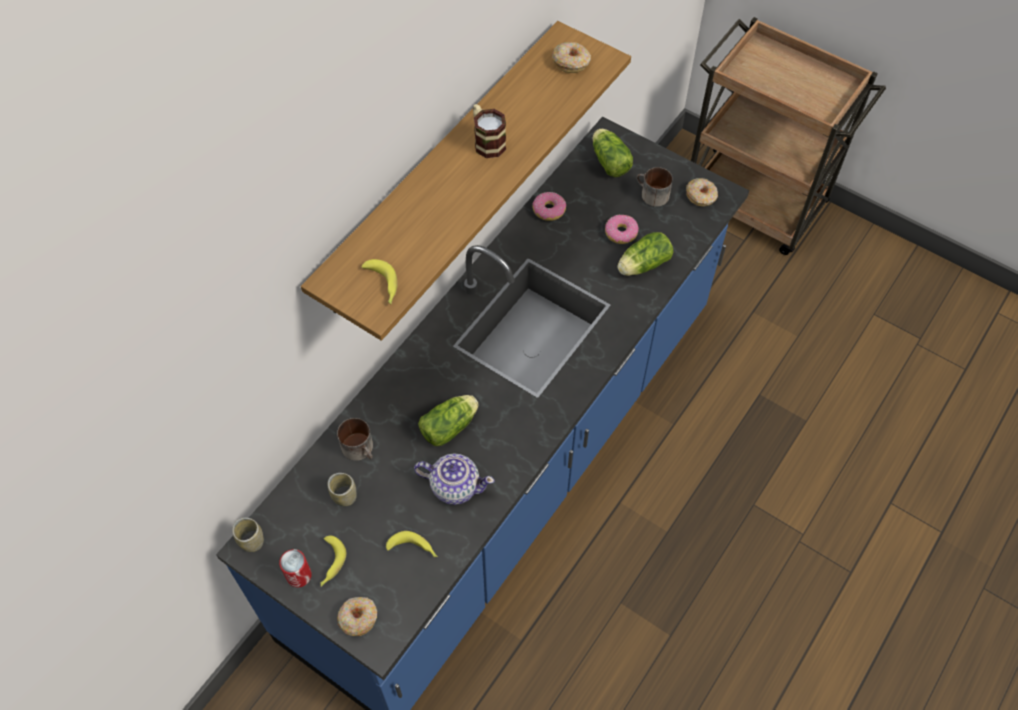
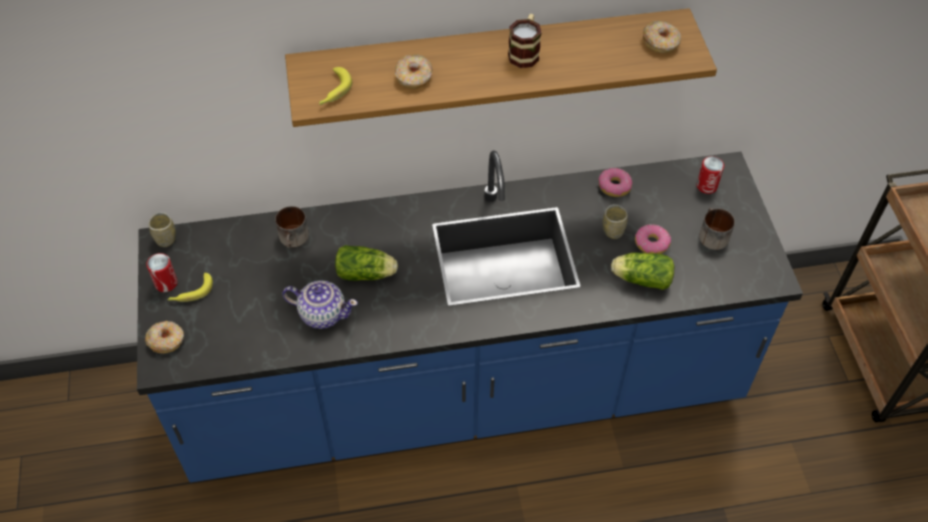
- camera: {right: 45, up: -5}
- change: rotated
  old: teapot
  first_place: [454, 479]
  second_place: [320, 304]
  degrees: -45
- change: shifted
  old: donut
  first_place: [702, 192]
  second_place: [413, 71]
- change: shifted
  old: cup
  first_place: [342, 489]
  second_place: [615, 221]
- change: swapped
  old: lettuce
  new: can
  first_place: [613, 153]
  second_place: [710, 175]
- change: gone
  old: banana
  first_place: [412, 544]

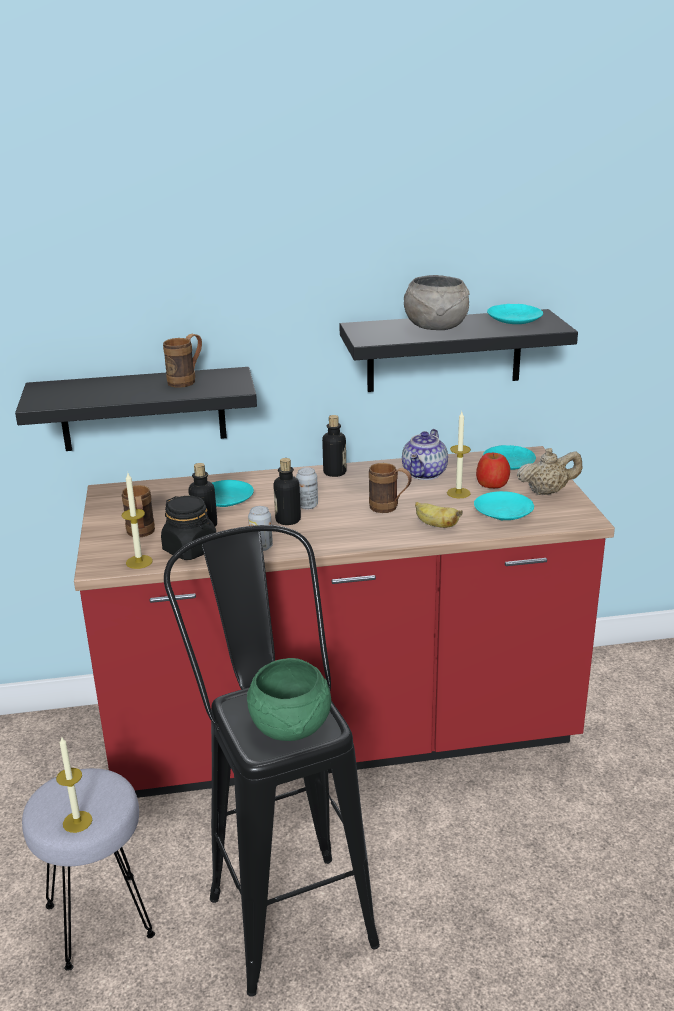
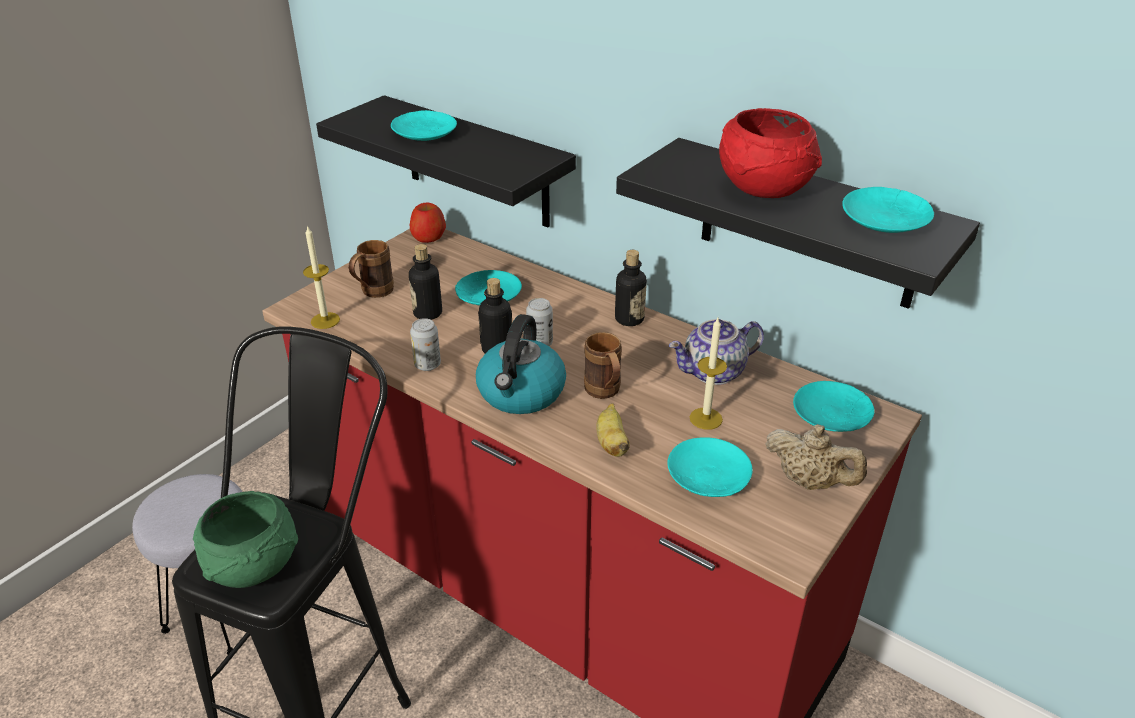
- camera: {right: 45, up: 10}
- change: new
  new: turquoise plate
  second_place: [424, 125]
- change: shifted
  old: apple
  first_place: [493, 470]
  second_place: [428, 222]
- change: new
  new: kettle
  second_place: [521, 364]
- change: repainted
  old: grey bowl
  new: red bowl
  first_place: [436, 302]
  second_place: [770, 153]
- change: gone
  old: candle
  first_place: [74, 785]
- change: gone
  old: black jar
  first_place: [188, 528]
- change: gone
  old: brown mug
  first_place: [182, 361]

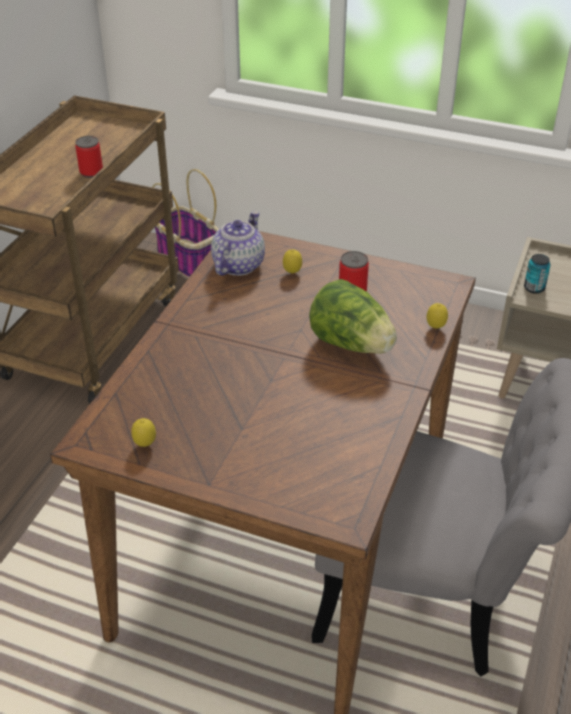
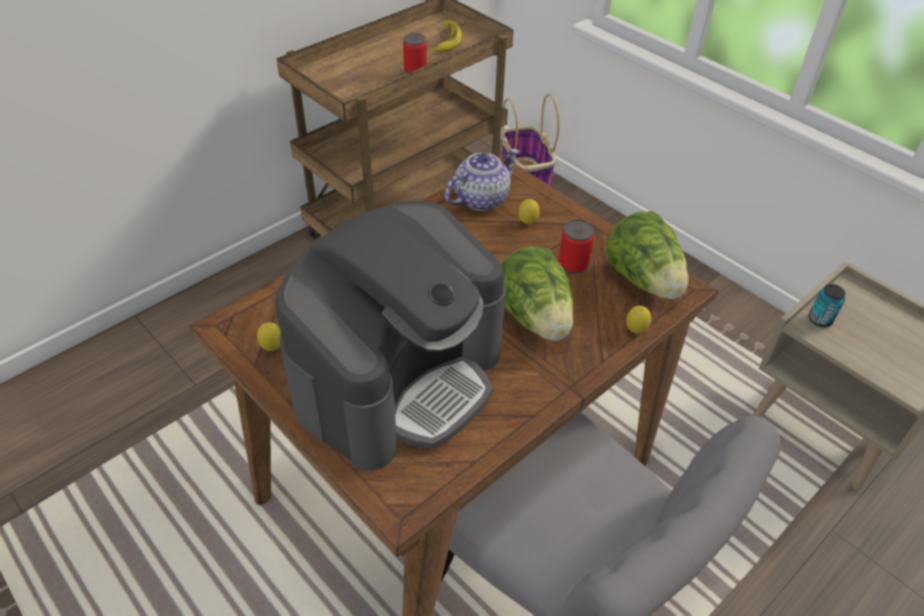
- camera: {right: 25, up: 5}
- change: new
  new: coffee machine
  second_place: [390, 336]
- change: new
  new: banana
  second_place: [446, 36]
- change: new
  new: lettuce
  second_place: [647, 255]

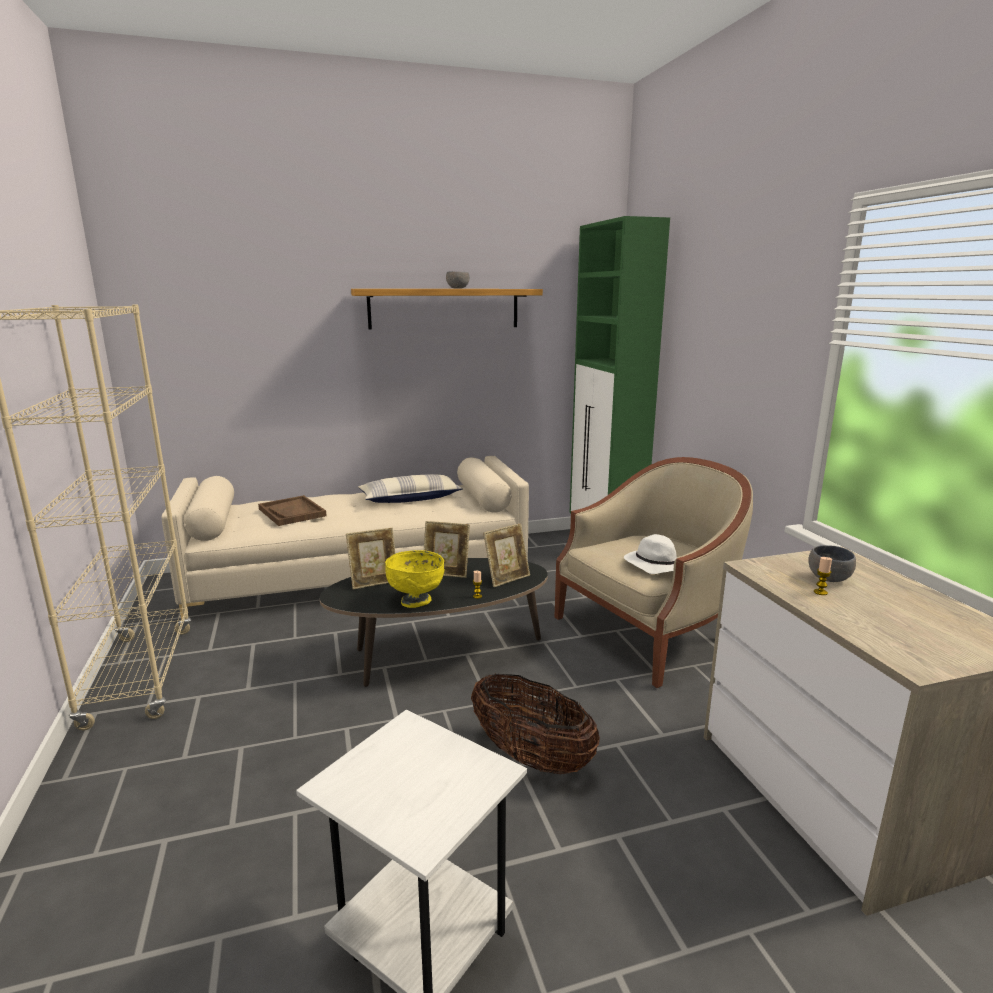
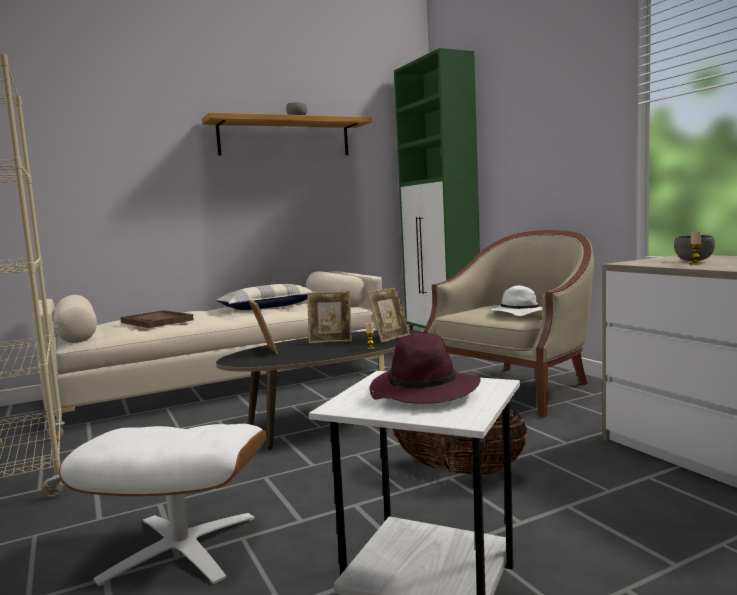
- camera: {right: -10, up: -10}
- change: new
  new: white ottoman
  second_place: [162, 505]
- change: rotated
  old: picture frame
  first_place: [371, 558]
  second_place: [264, 327]
  degrees: -75
- change: new
  new: purple hat
  second_place: [425, 368]
- change: gone
  old: yellow bowl
  first_place: [415, 579]

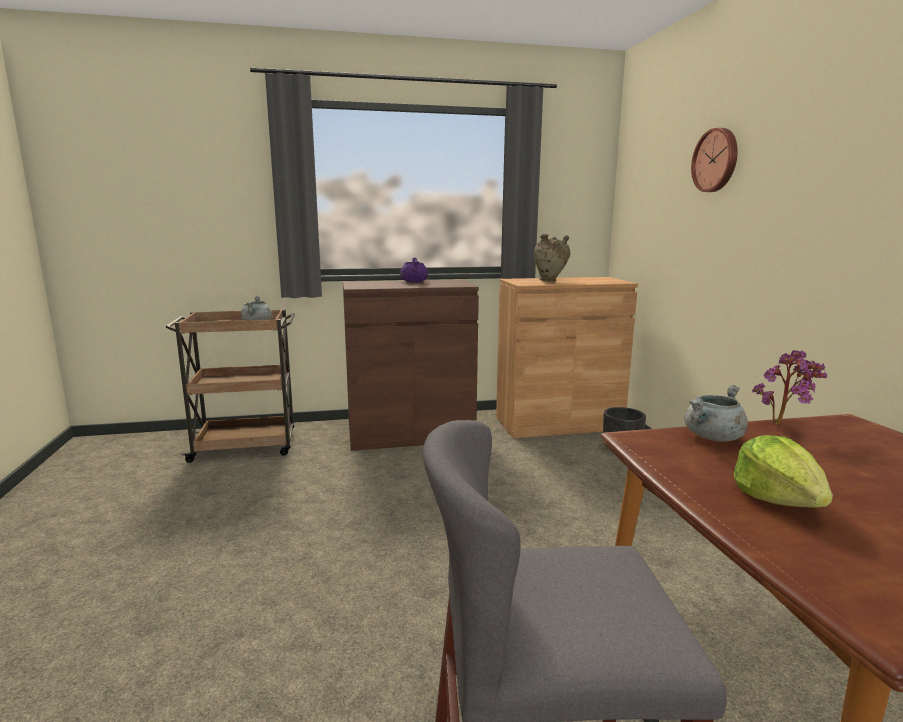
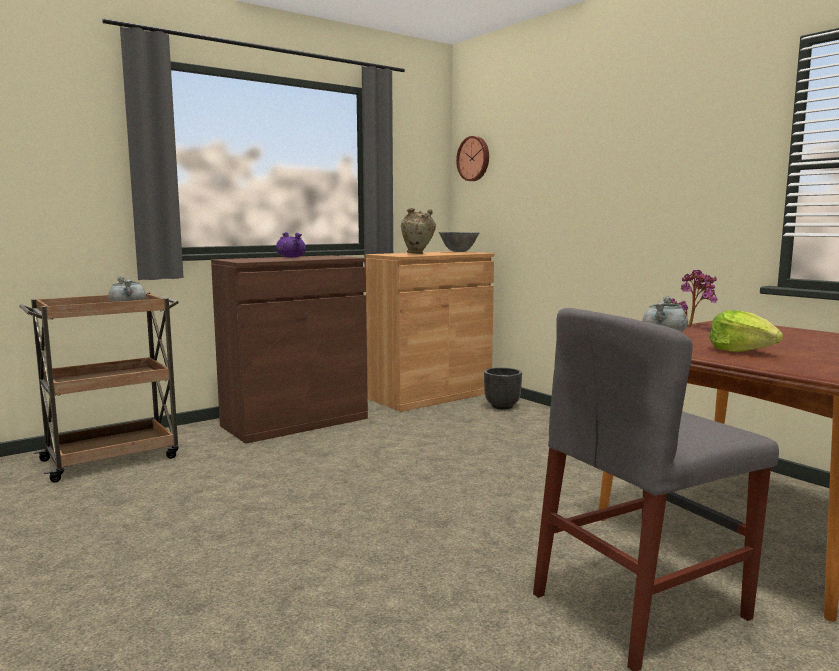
- camera: {right: -25, up: -5}
- change: new
  new: grey bowl
  second_place: [459, 242]
- change: shifted
  old: wall clock
  first_place: [714, 160]
  second_place: [472, 158]

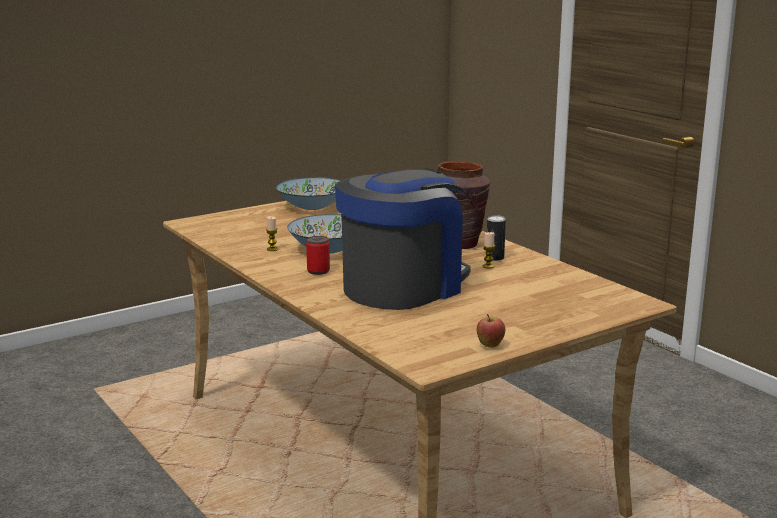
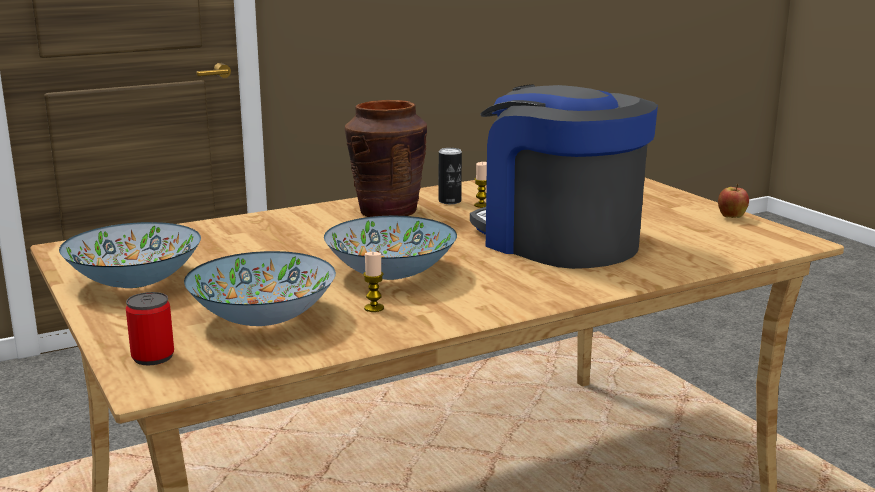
- camera: {right: -85, up: 0}
- change: shifted
  old: can
  first_place: [318, 255]
  second_place: [150, 328]
- change: new
  new: bowl
  second_place: [260, 288]

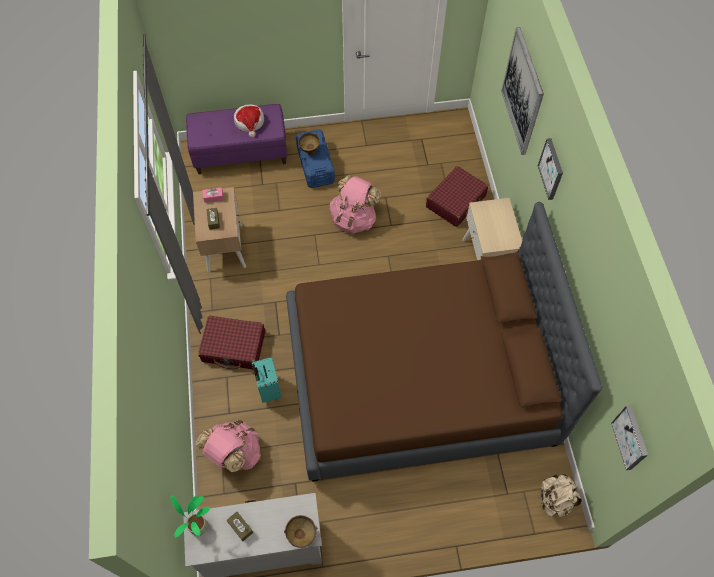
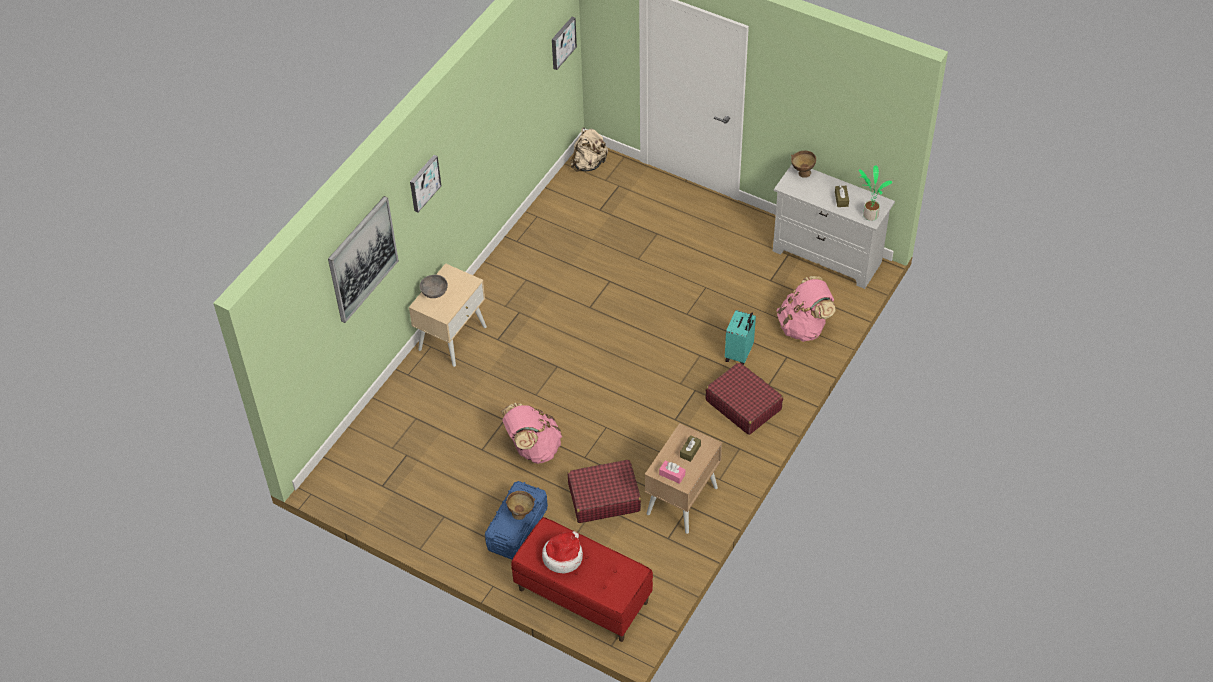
- camera: {right: -140, up: -10}
- change: new
  new: grey bowl
  second_place: [434, 286]
- change: repainted
  old: purple bench
  new: red bench
  first_place: [236, 139]
  second_place: [582, 579]
- change: shifted
  old: red suitcase
  first_place: [457, 196]
  second_place: [604, 491]
- change: gone
  old: brown bed
  first_place: [444, 342]

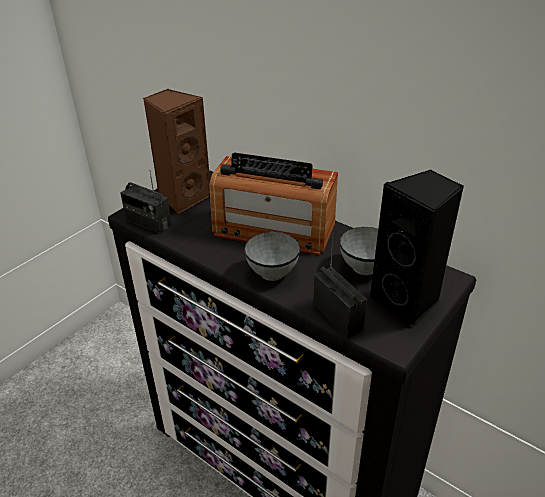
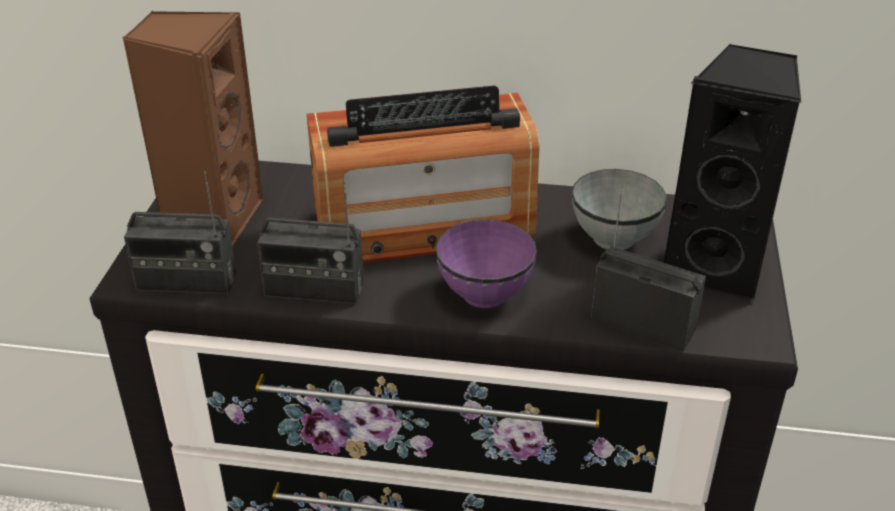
- camera: {right: -30, up: 0}
- change: new
  new: radio
  second_place: [310, 242]
- change: repainted
  old: grey bowl
  new: purple bowl
  first_place: [272, 256]
  second_place: [486, 263]

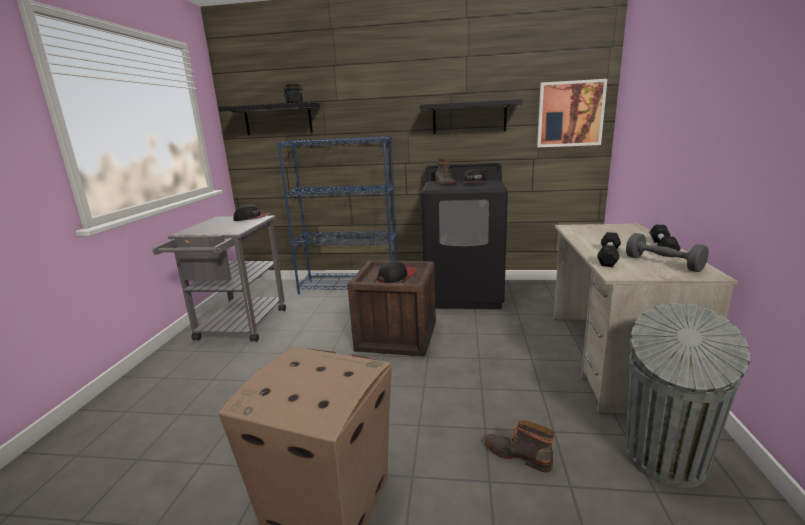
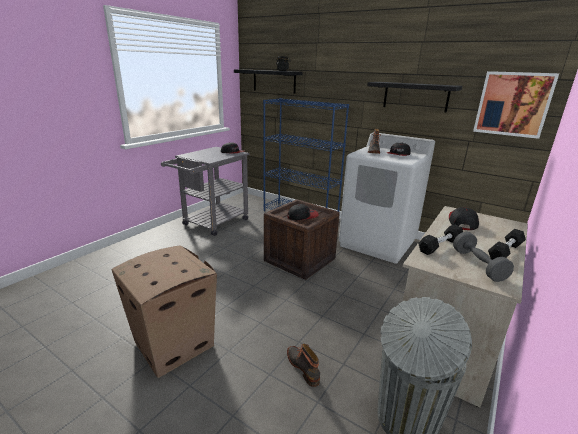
- camera: {right: 25, up: 5}
- change: repainted
  old: black washing machine
  new: white washing machine
  first_place: [464, 236]
  second_place: [387, 198]
- change: new
  new: cap
  second_place: [464, 218]

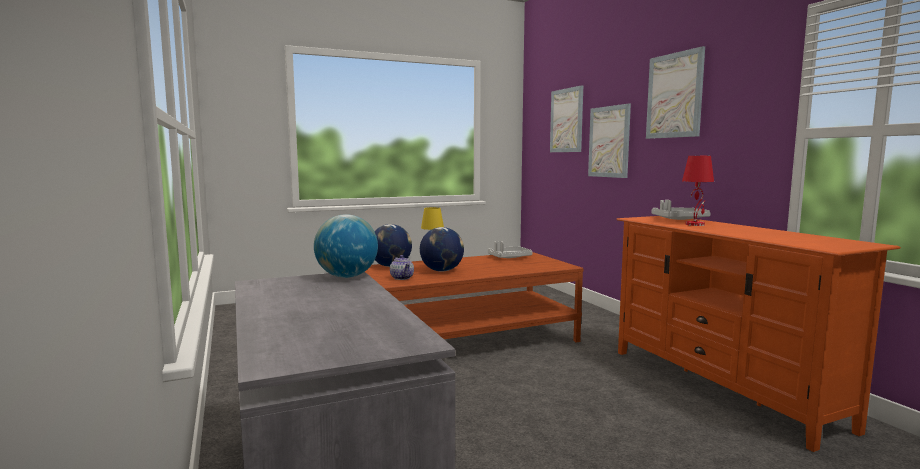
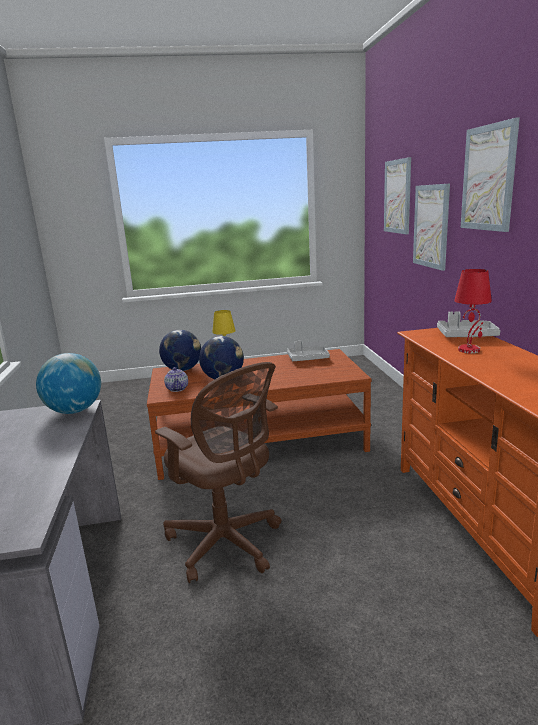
- camera: {right: 15, up: 10}
- change: new
  new: brown office chair
  second_place: [218, 472]

